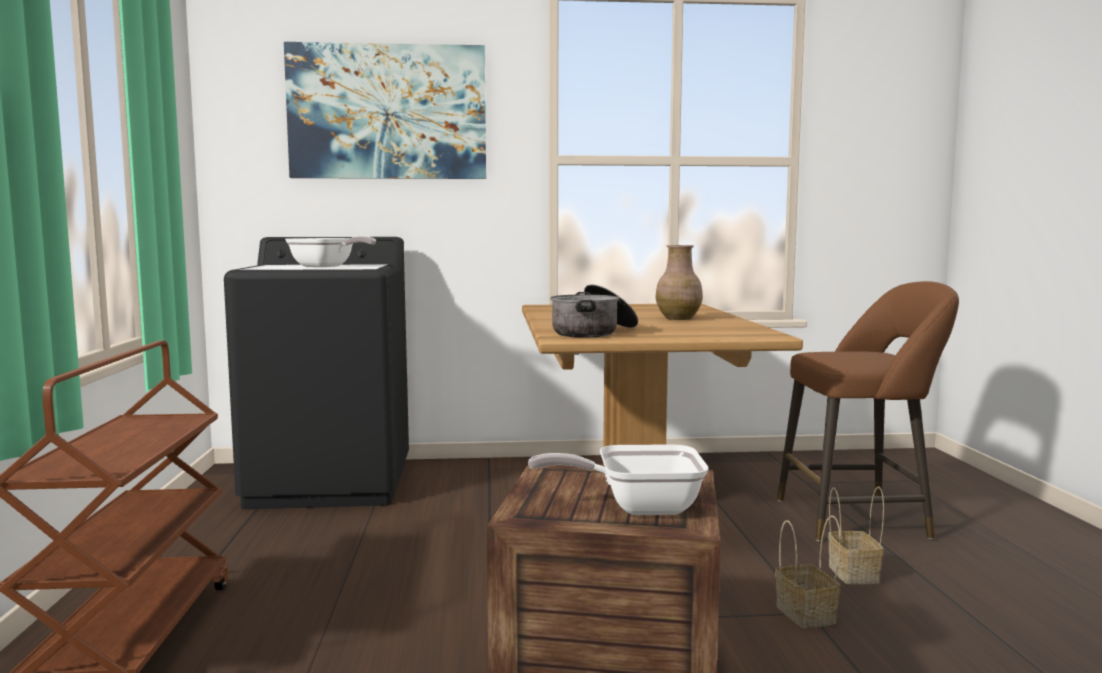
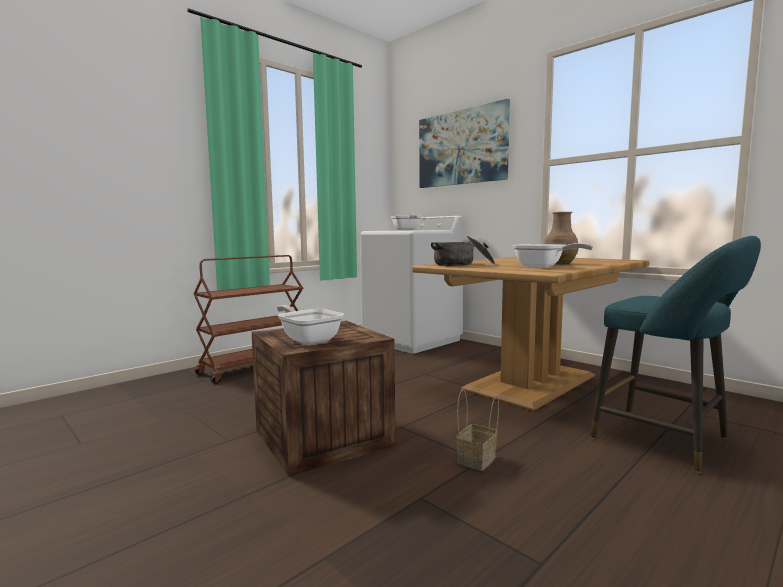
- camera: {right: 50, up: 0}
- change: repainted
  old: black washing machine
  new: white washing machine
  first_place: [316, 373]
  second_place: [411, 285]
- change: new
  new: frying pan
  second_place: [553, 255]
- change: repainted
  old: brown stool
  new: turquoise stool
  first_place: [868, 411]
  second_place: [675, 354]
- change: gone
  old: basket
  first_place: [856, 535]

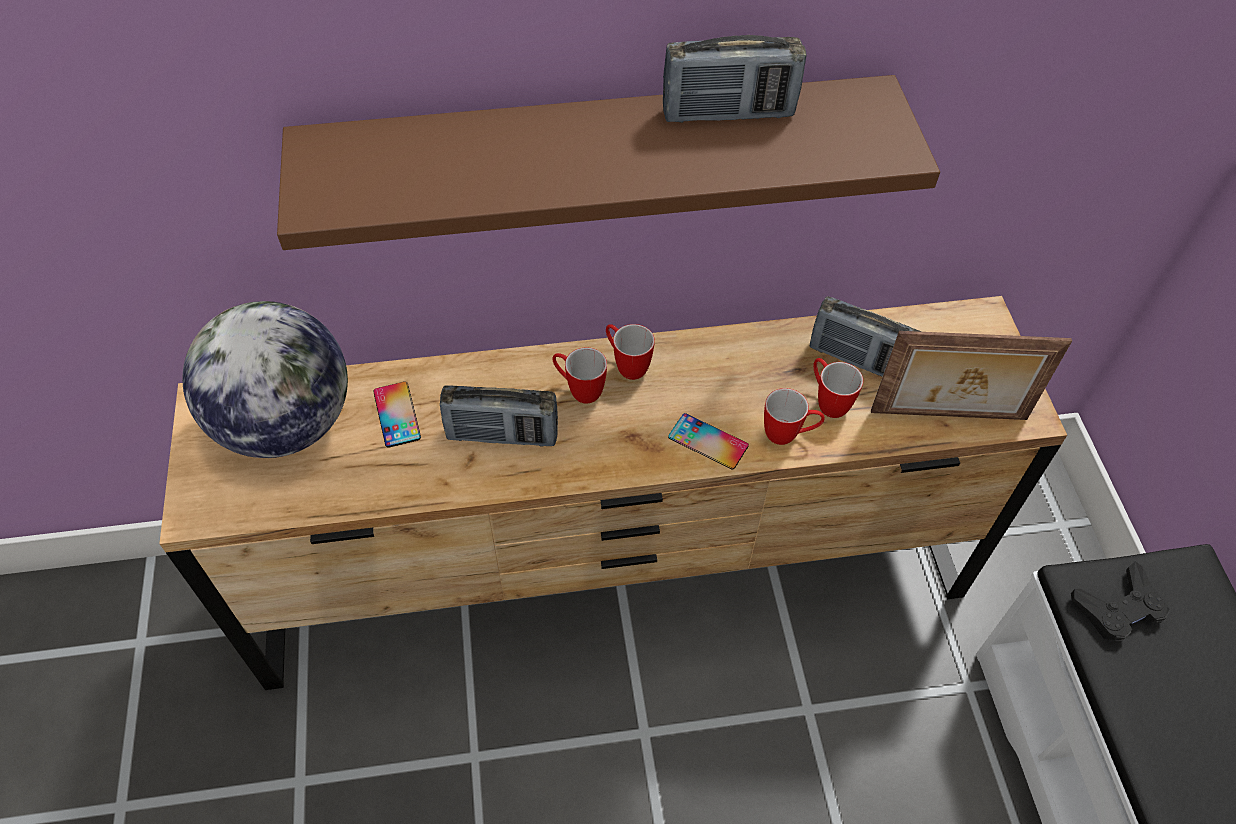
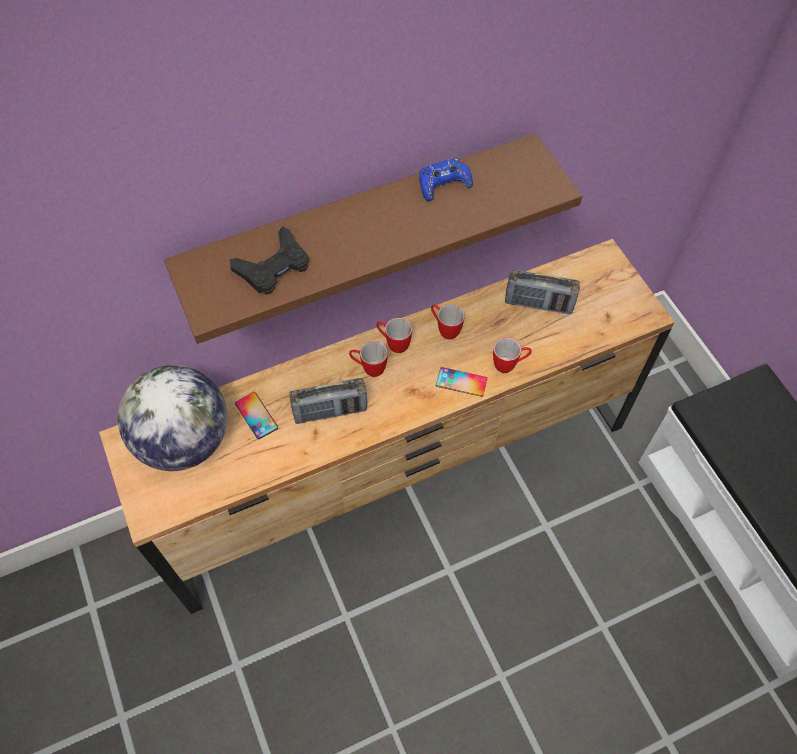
- camera: {right: -15, up: 5}
- change: shifted
  old: black game controller
  first_place: [1120, 601]
  second_place: [269, 260]
- change: swapped
  old: radio
  new: blue game controller
  first_place: [735, 79]
  second_place: [446, 179]
- change: shifted
  old: mug
  first_place: [838, 388]
  second_place: [448, 322]
- change: gone
  old: picture frame
  first_place: [971, 375]

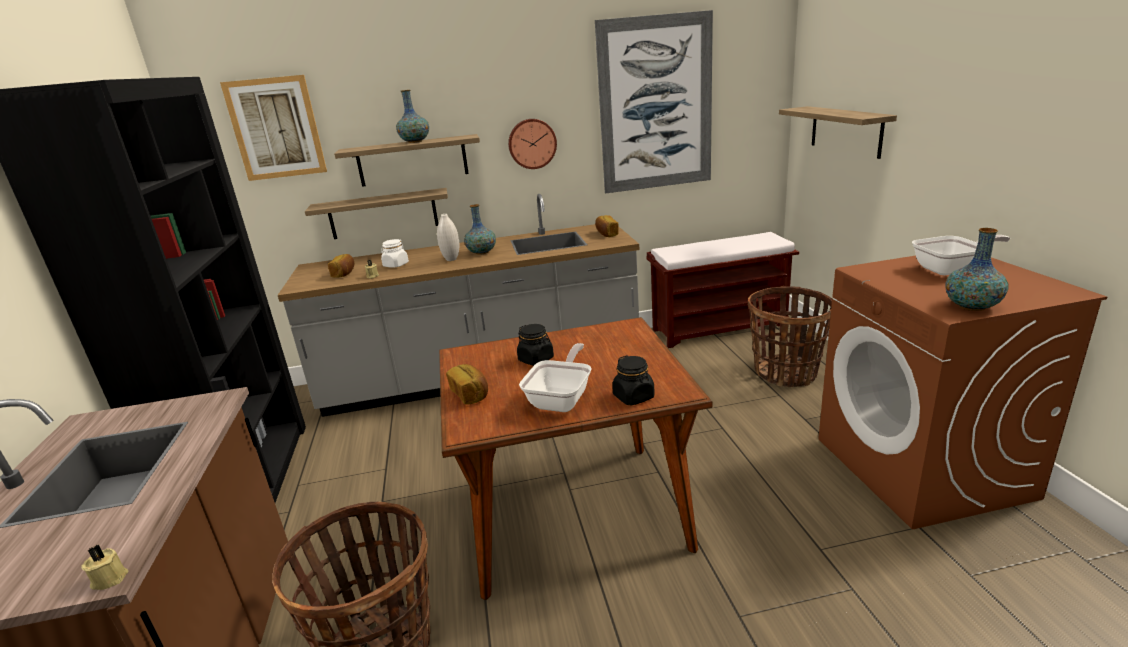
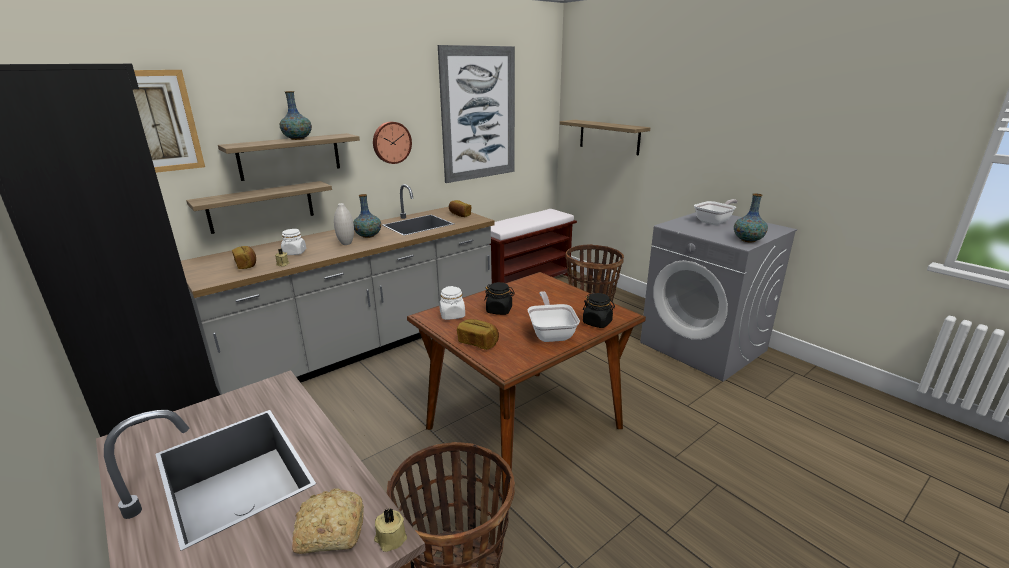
- camera: {right: -30, up: 0}
- change: new
  new: bread
  second_place: [328, 521]
- change: new
  new: white jar
  second_place: [452, 303]
- change: repainted
  old: brown washing machine
  new: grey washing machine
  first_place: [962, 392]
  second_place: [718, 297]

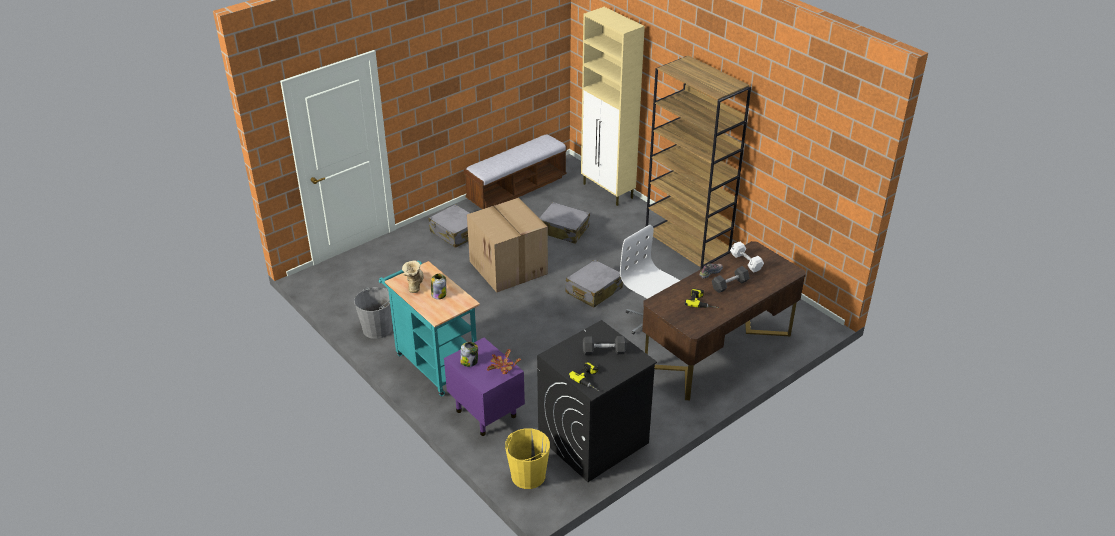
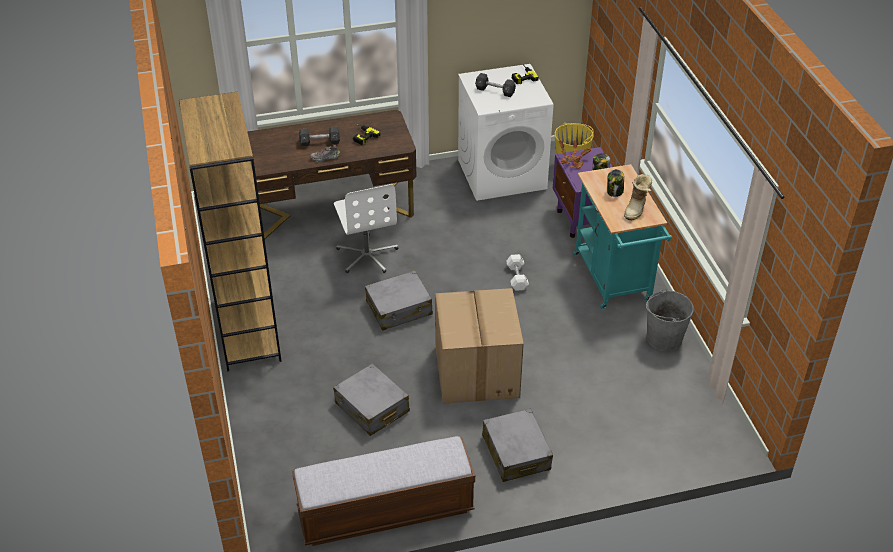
- camera: {right: -155, up: 5}
- change: repainted
  old: black washing machine
  new: white washing machine
  first_place: [597, 401]
  second_place: [506, 132]
- change: shifted
  old: white dumbbell
  first_place: [747, 256]
  second_place: [517, 272]
- change: gone
  old: beige cabinet
  first_place: [613, 106]

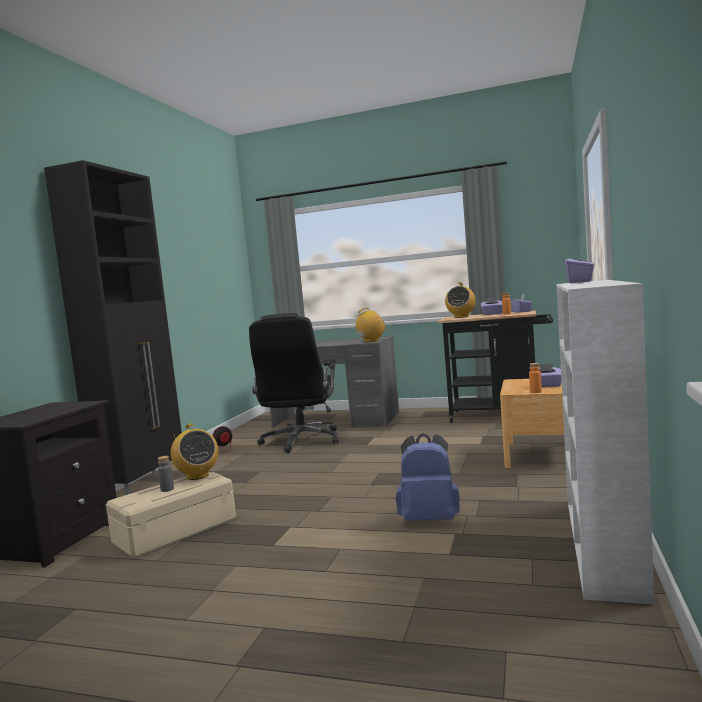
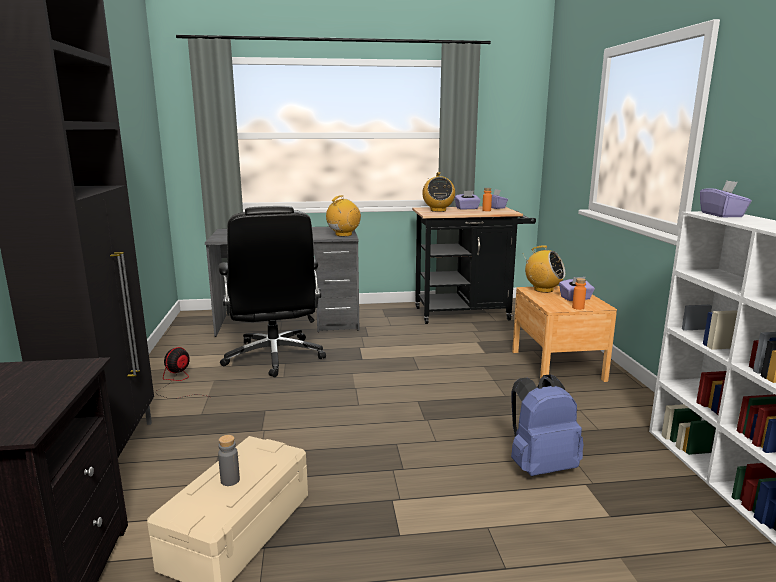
- camera: {right: -25, up: 10}
- change: shifted
  old: radio
  first_place: [194, 451]
  second_place: [544, 269]

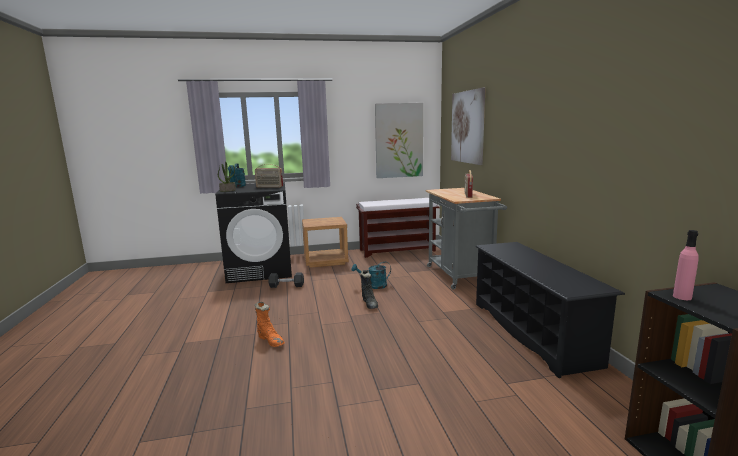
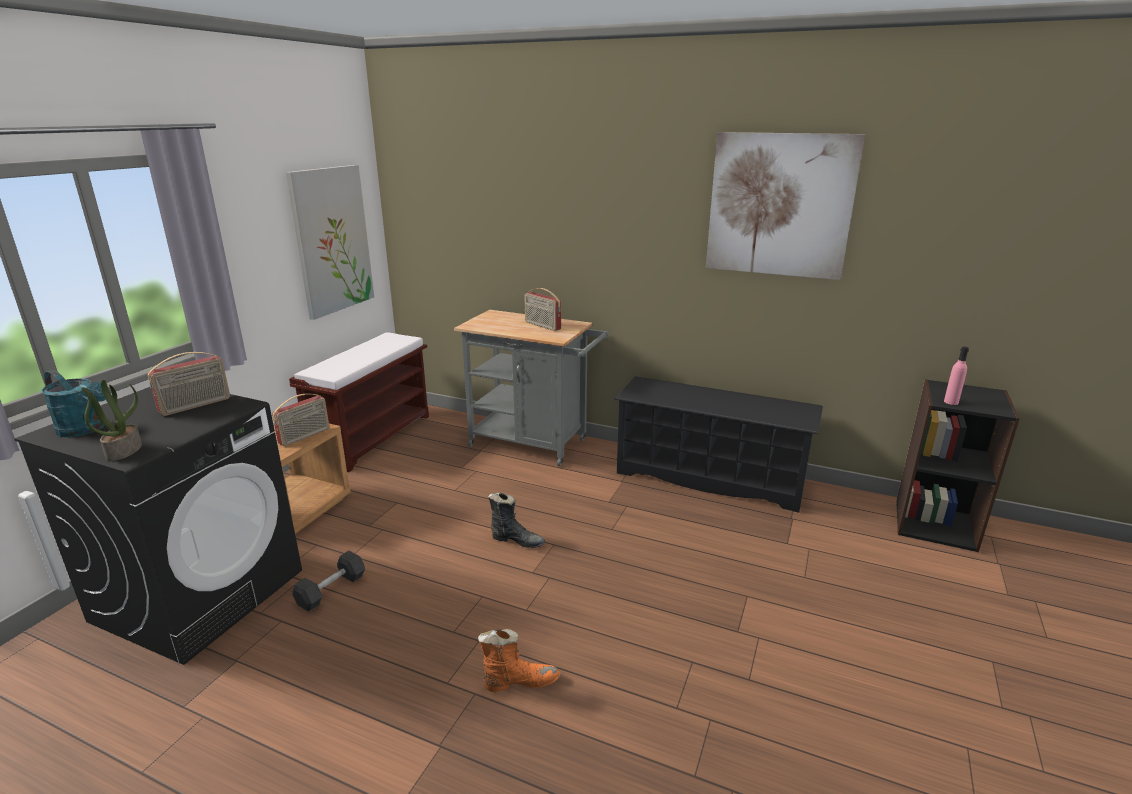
- camera: {right: -55, up: 10}
- change: new
  new: radio
  second_place: [300, 420]
- change: shifted
  old: picture
  first_place: [468, 126]
  second_place: [785, 206]
- change: gone
  old: turquoise watering can
  first_place: [371, 275]

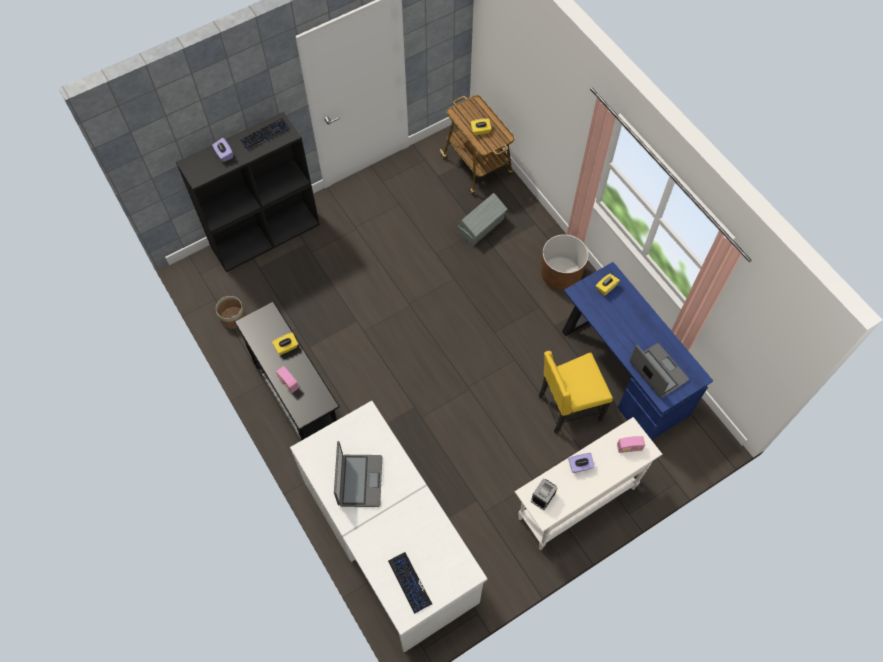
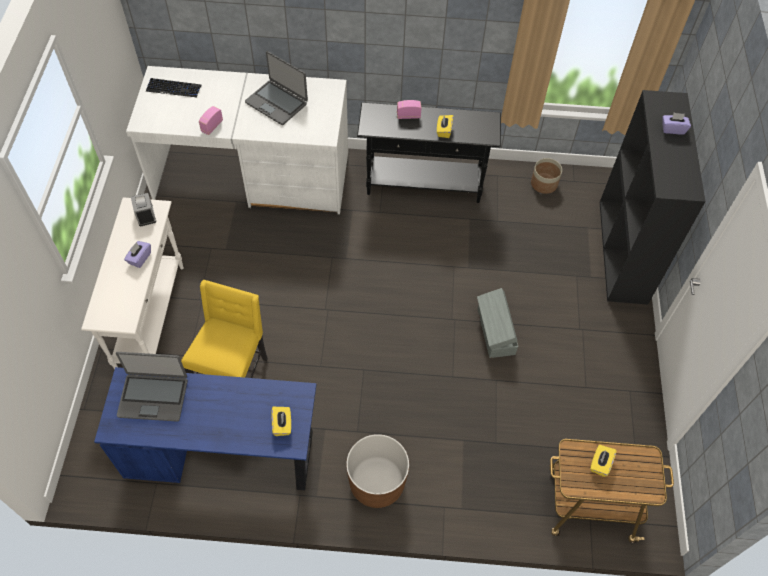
- camera: {right: 125, up: -5}
- change: shifted
  old: radio
  first_place: [631, 444]
  second_place: [211, 120]
- change: shifted
  old: grey storage box
  first_place: [482, 219]
  second_place: [497, 323]
- change: gone
  old: keyboard
  first_place: [265, 134]

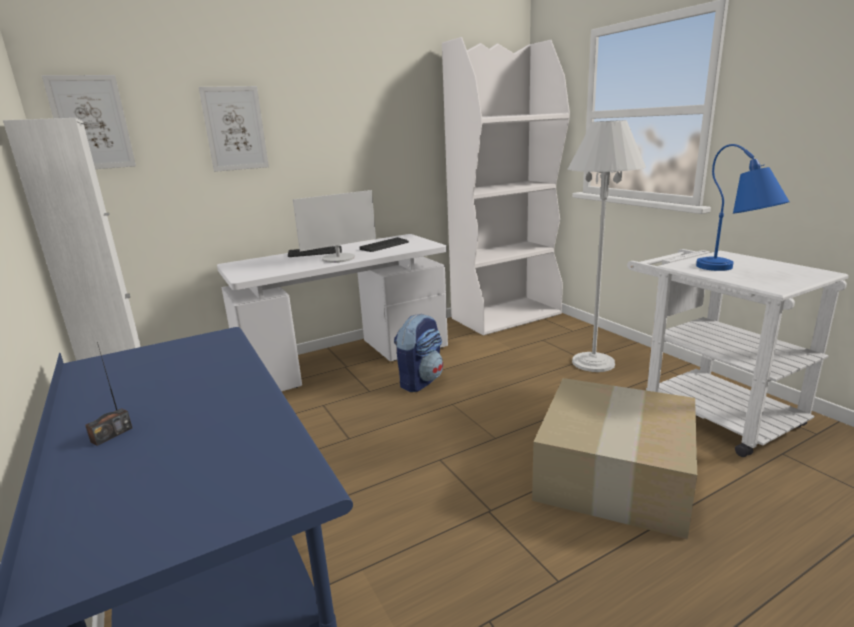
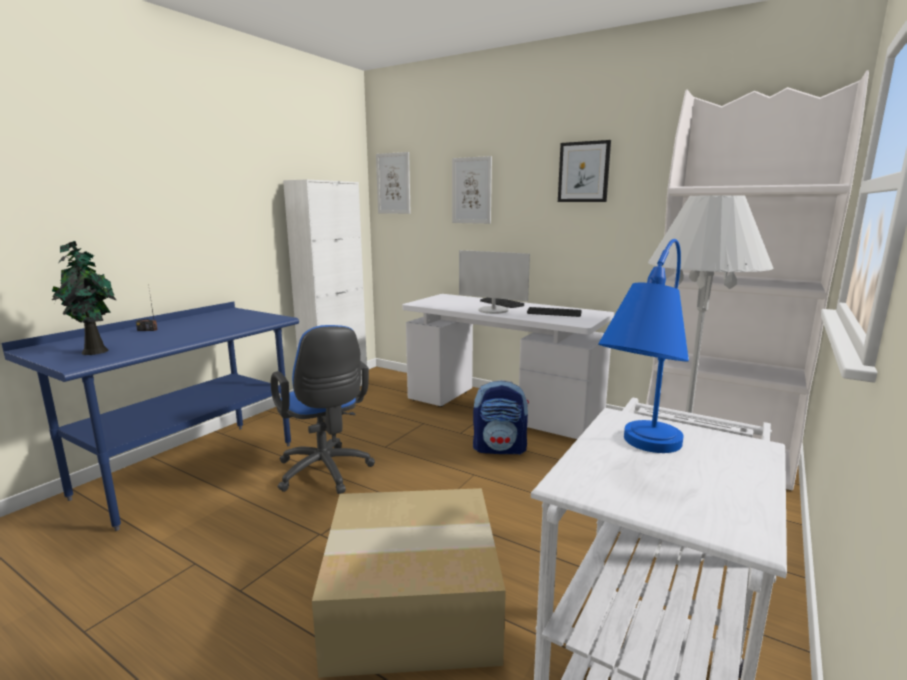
- camera: {right: 60, up: -5}
- change: new
  new: potted plant
  second_place: [84, 298]
- change: new
  new: blue office chair
  second_place: [323, 409]
- change: new
  new: picture
  second_place: [584, 171]

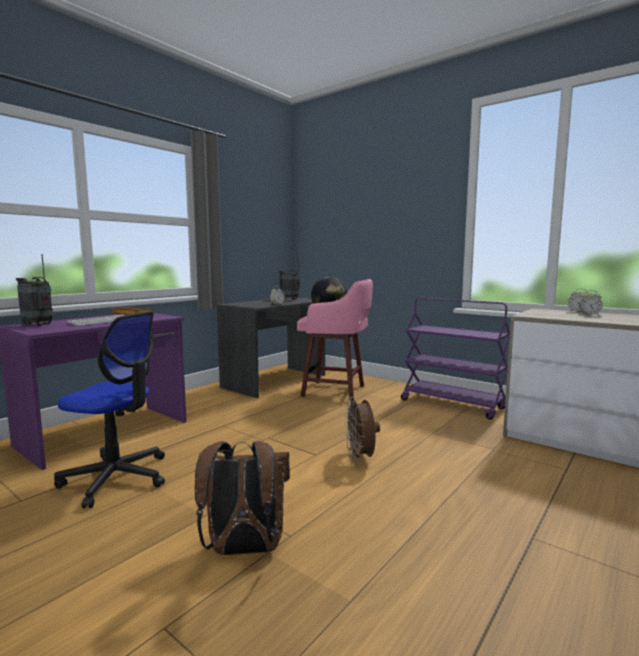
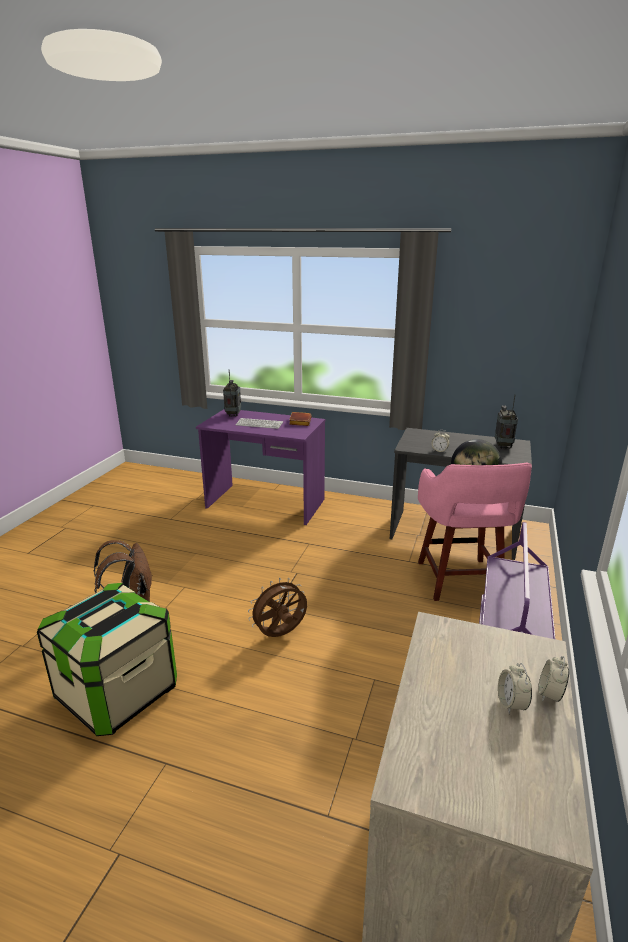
- camera: {right: 70, up: 15}
- change: new
  new: storage box
  second_place: [107, 659]
- change: gone
  old: office chair
  first_place: [109, 409]

